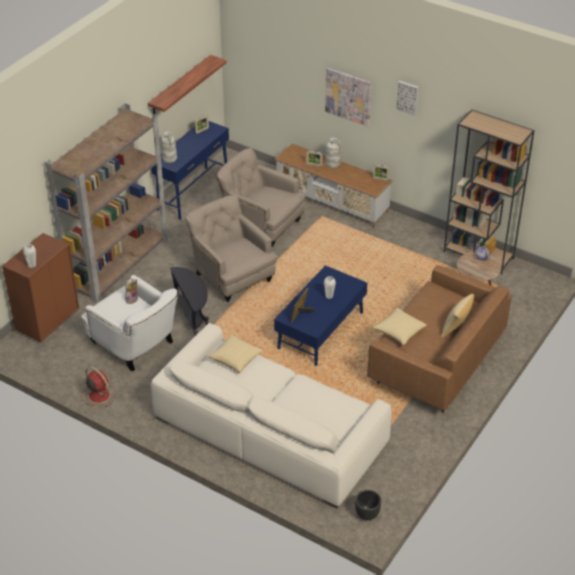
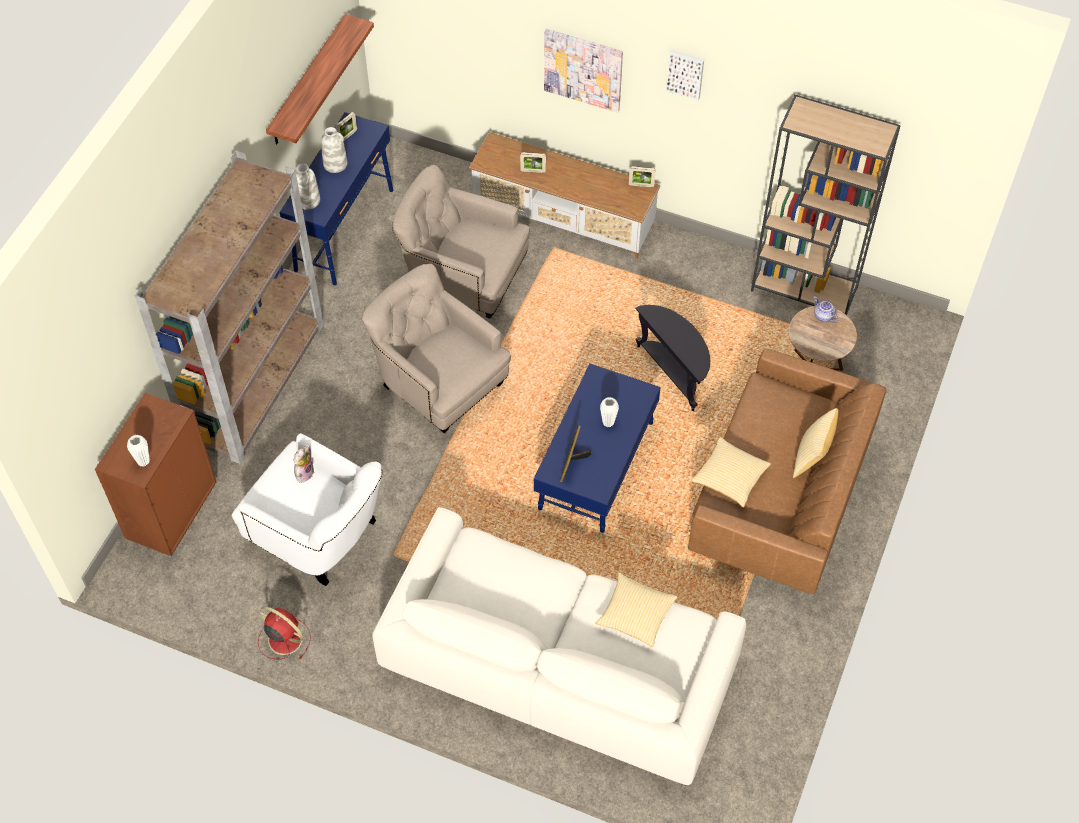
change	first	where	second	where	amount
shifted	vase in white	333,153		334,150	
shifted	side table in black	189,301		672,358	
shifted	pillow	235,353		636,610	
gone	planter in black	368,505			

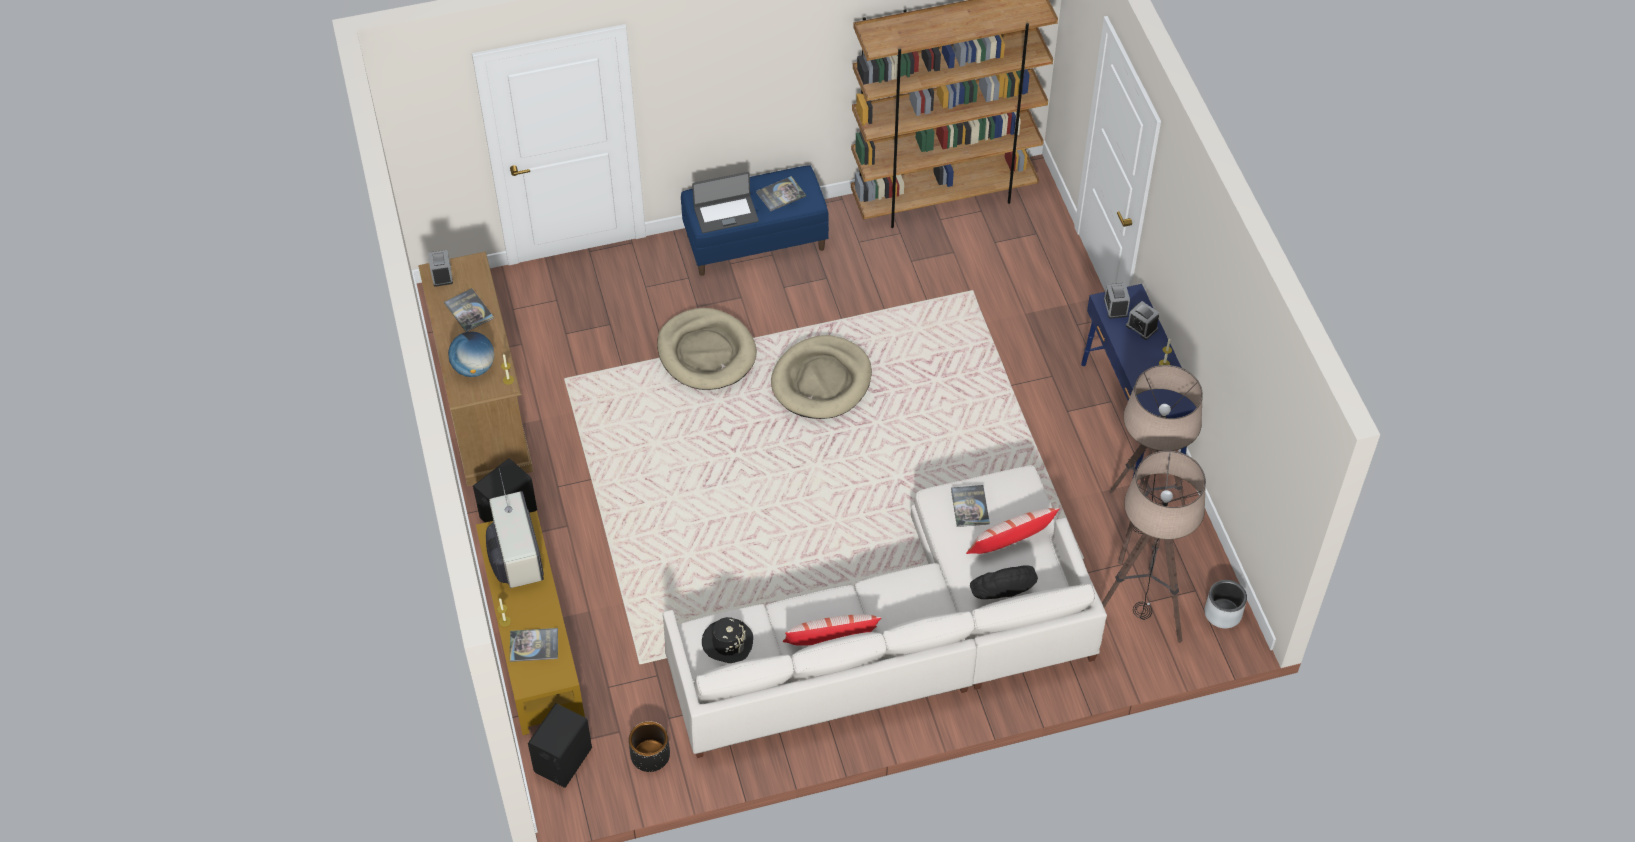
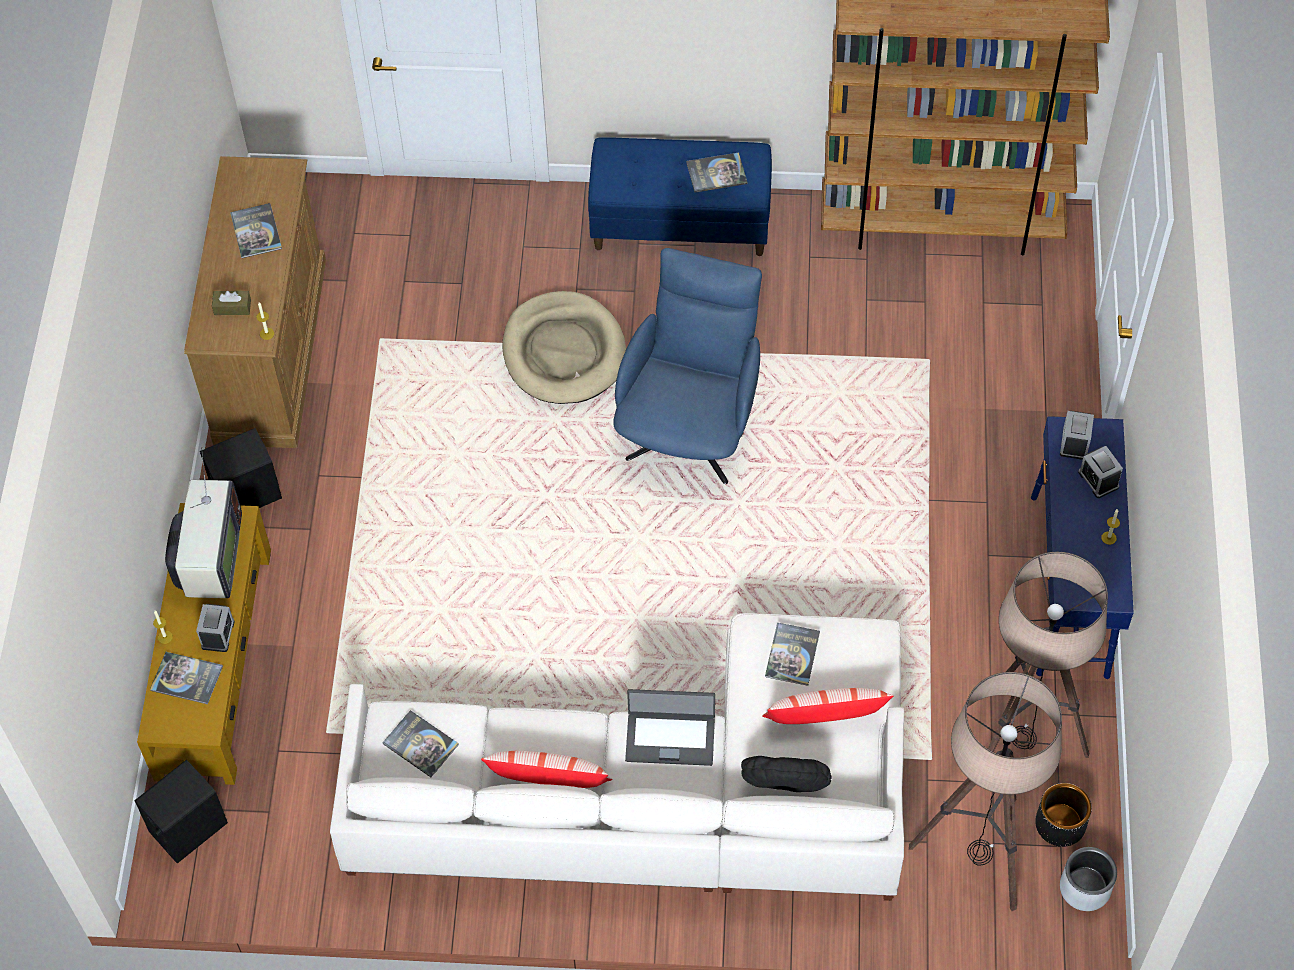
change	first	where	second	where	amount
shifted	laptop	725,202		670,727	
shifted	alarm clock	440,268		215,628	
swapped	globe	471,354	tissue box in brown	231,303	
swapped	dog bed in beige	821,377	armchair in blue	687,366	
swapped	hat in black	727,640	book	421,743	
shifted	planter in black	649,746		1063,815	

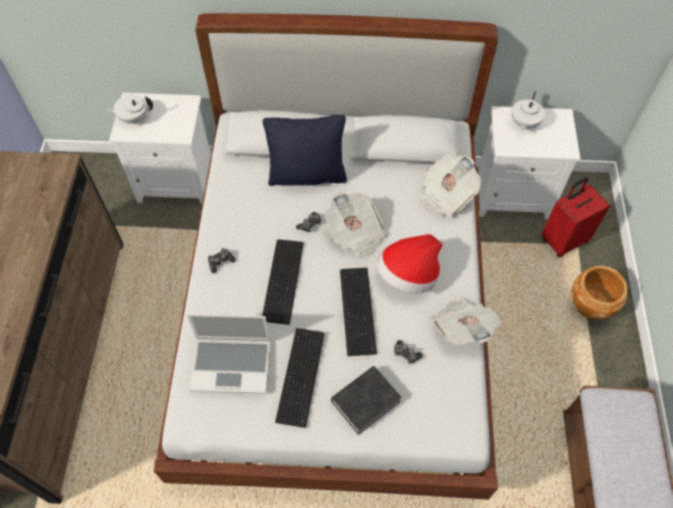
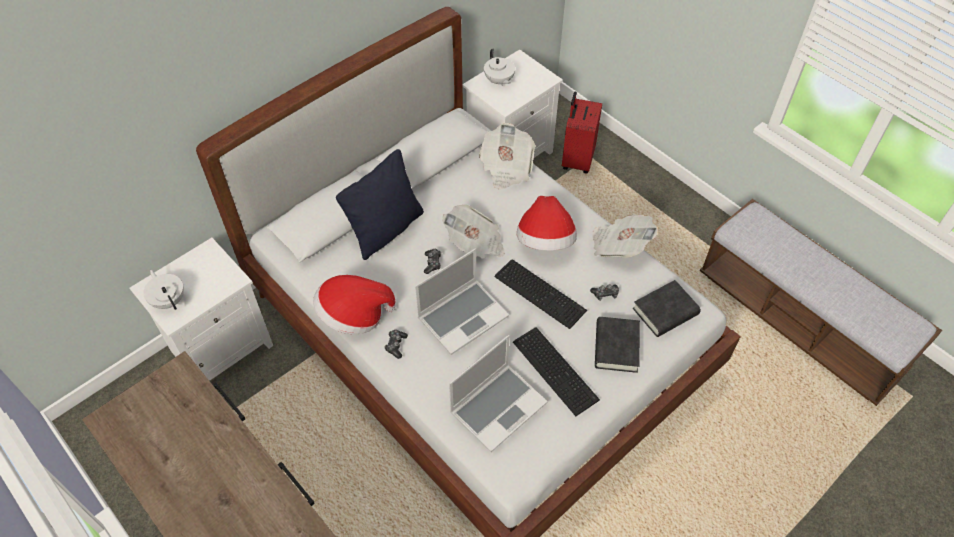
change	first	where	second	where	amount
rotated	teapot in white	128,109		163,290	105 degrees clockwise
swapped	keyboard	283,282	laptop	462,301	
gone	planter in brown	599,293			
new			hat	354,304	
new			book in black	667,308	

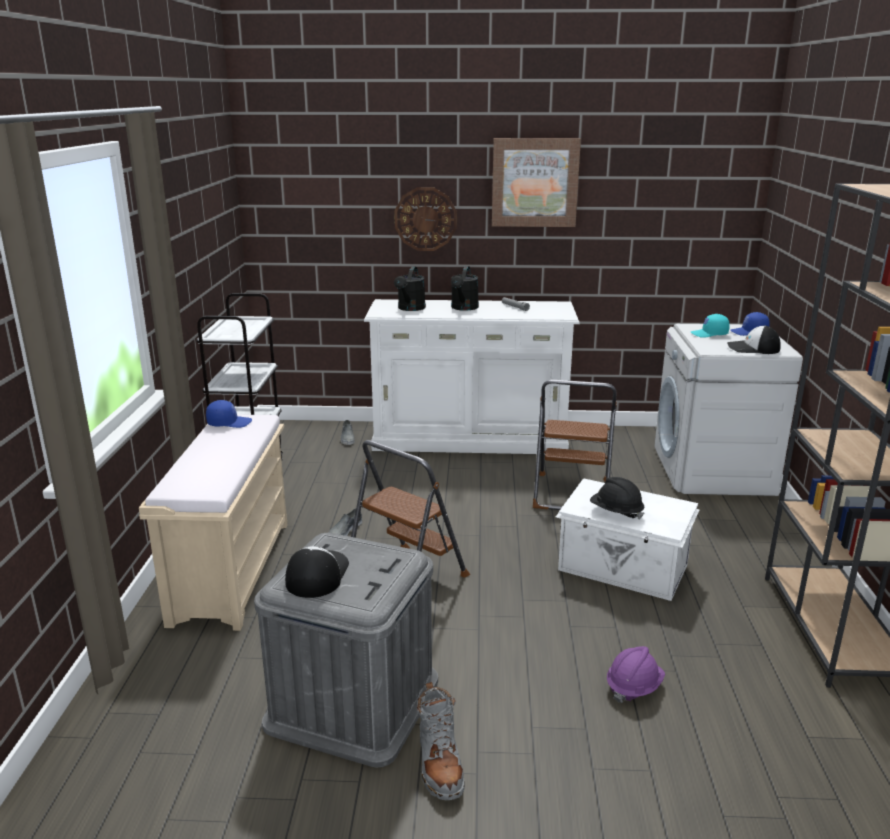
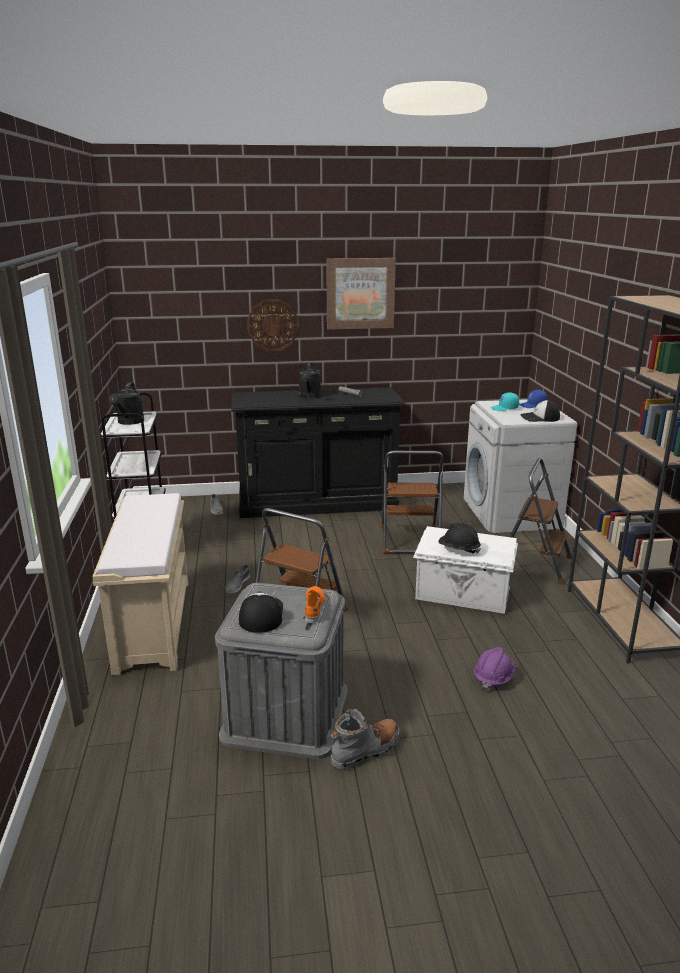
change	first	where	second	where	amount
shifted	watering can in black	410,289		126,404	
repainted	cabinet in white	472,376	cabinet in black	318,452	
gone	cap in blue	229,414			
rotated	boot in grey	441,741		365,739	105 degrees counterclockwise
new			step ladder in brown	541,521	
new			shoe in orange	315,604	

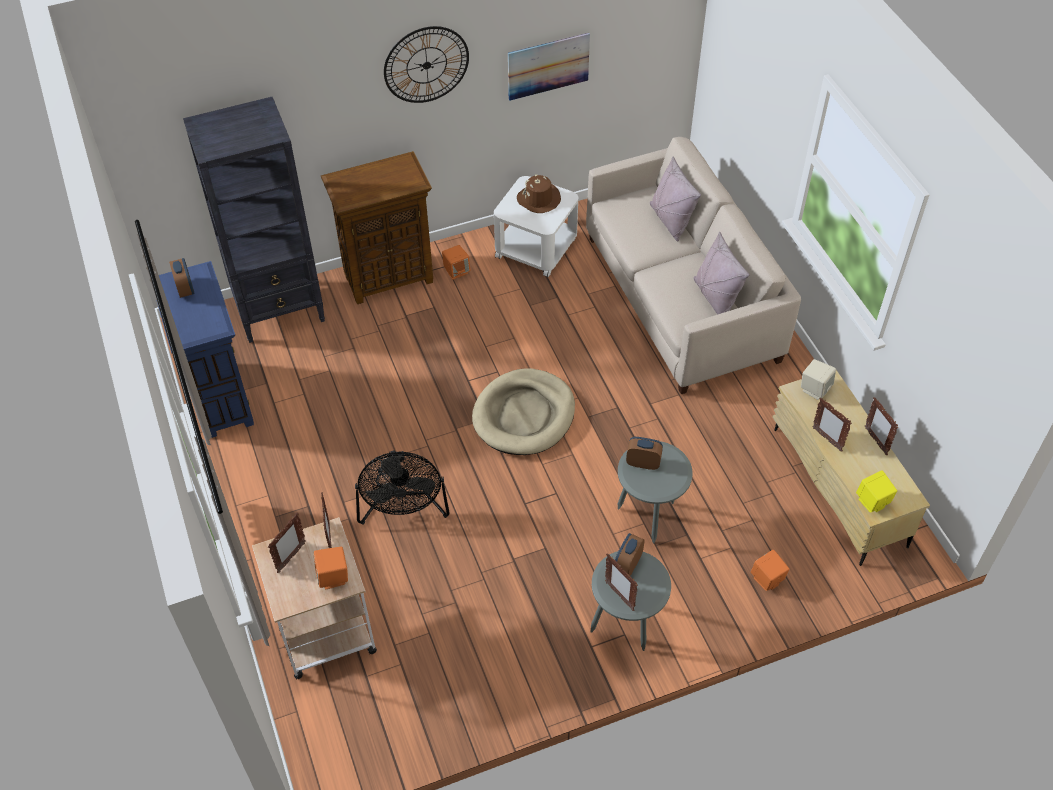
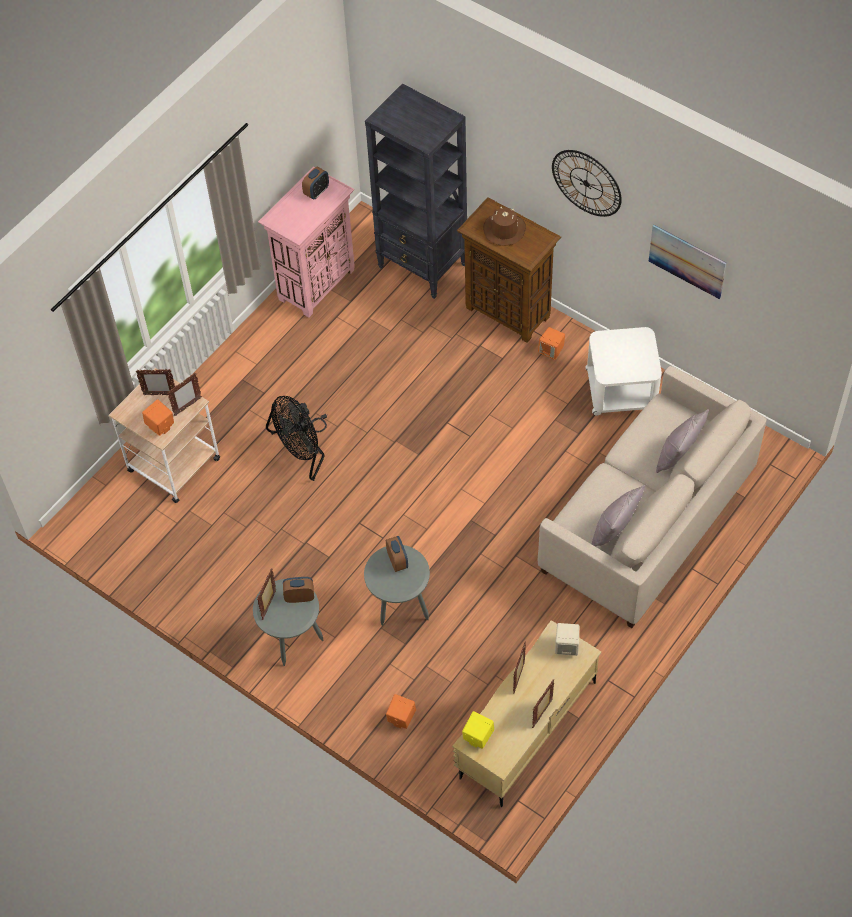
change	first	where	second	where	amount
shifted	hat in brown	539,193		504,226	
repainted	cabinet in blue	205,349	cabinet in pink	306,242	
gone	dog bed in beige	523,411			

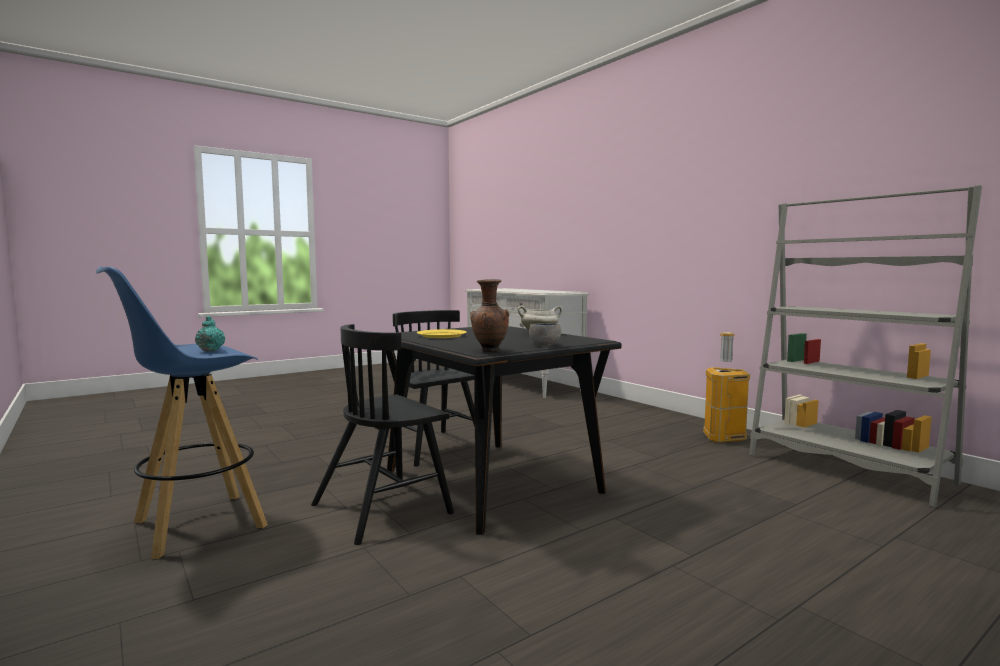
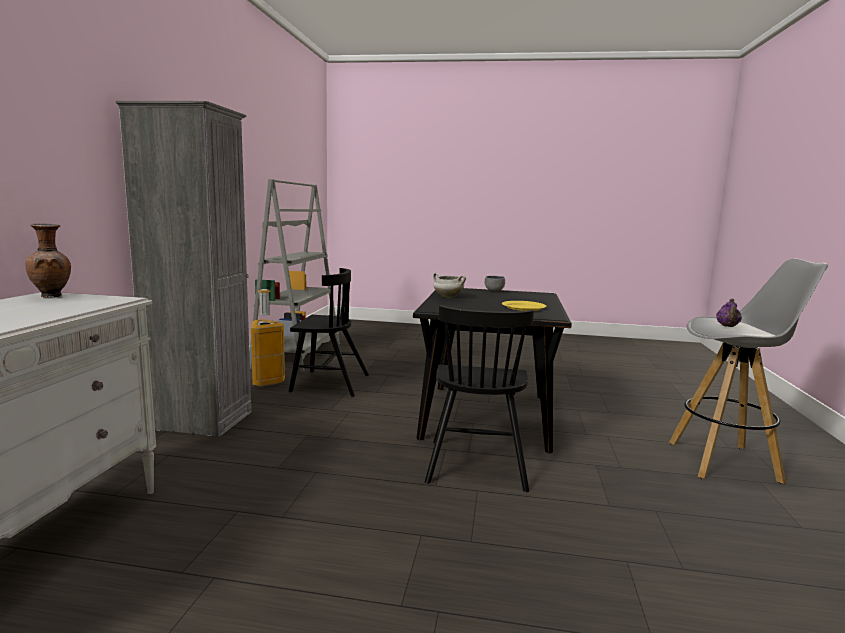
change	first	where	second	where	amount
repainted	stool in blue	182,412	stool in grey	748,371	
shifted	vase in brown	489,315		48,261	
repainted	teapot in turquoise	210,333	teapot in purple	729,313	
shifted	chair in black	382,434		329,332	
new			cabinet in grey	184,268	

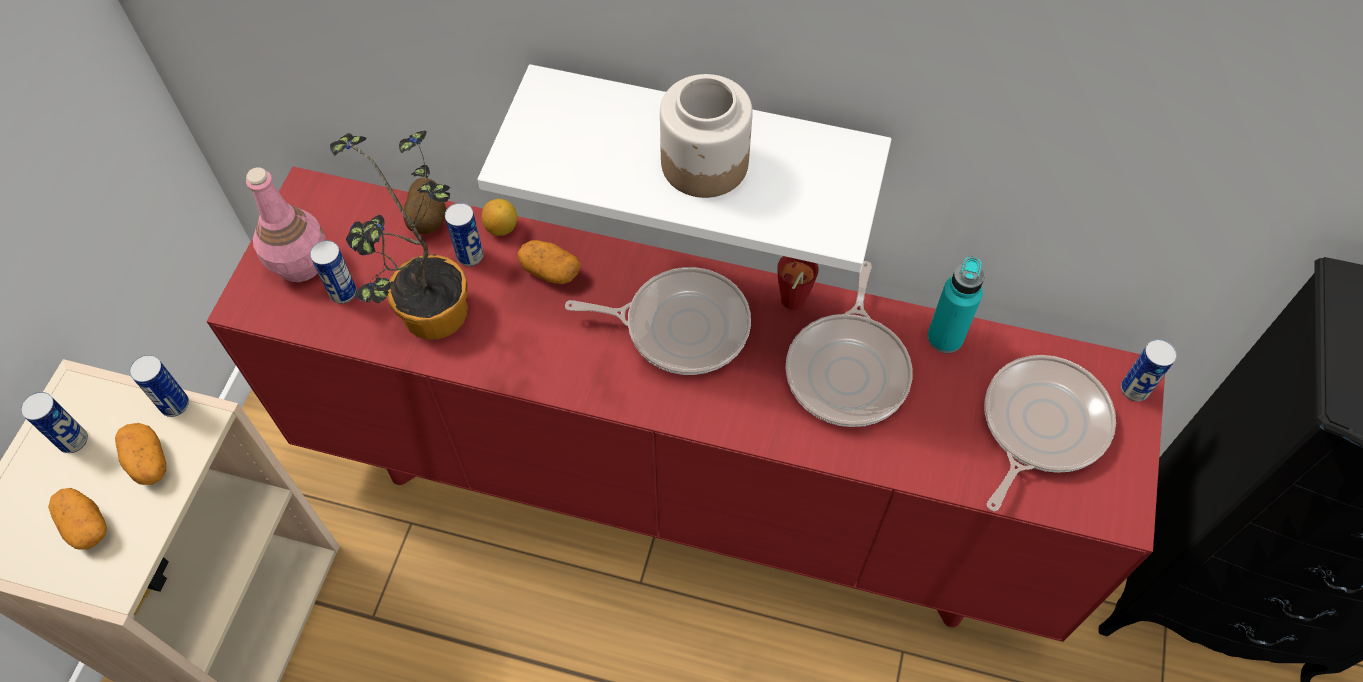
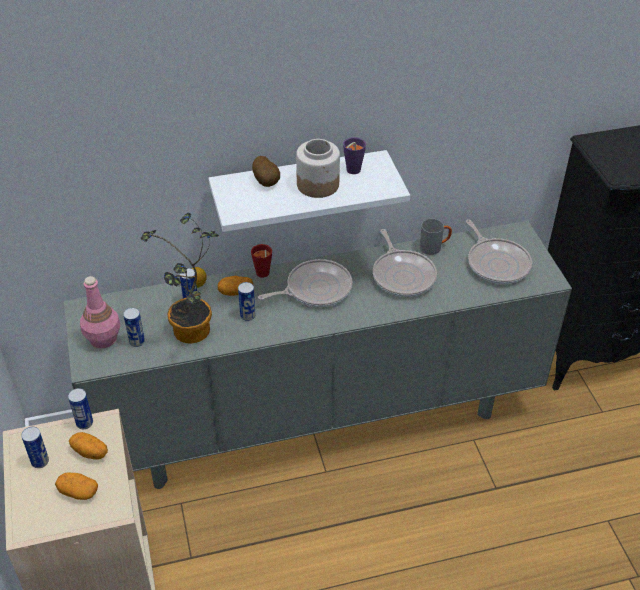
change	first	where	second	where	amount
repainted	cabinet in red	685,404	cabinet in grey	318,355	
shifted	potato	424,206		266,171	
shifted	cup in red	797,283		261,261	
swapped	bottle in turquoise	955,305	mug in grey	436,237	
shifted	can	1149,370		246,301	
rotated	frying pan	1050,433		499,251	150 degrees clockwise
new			cup in purple	354,155	

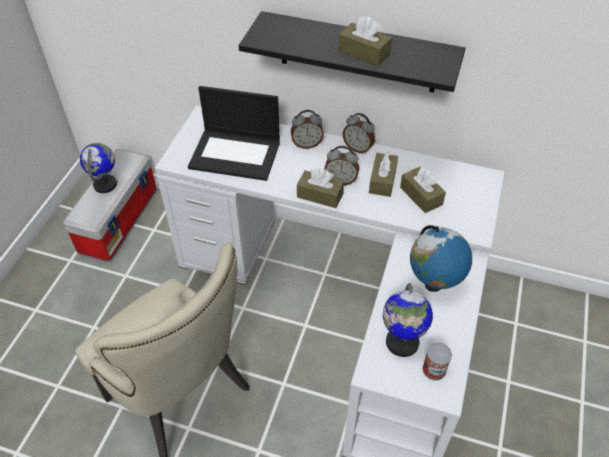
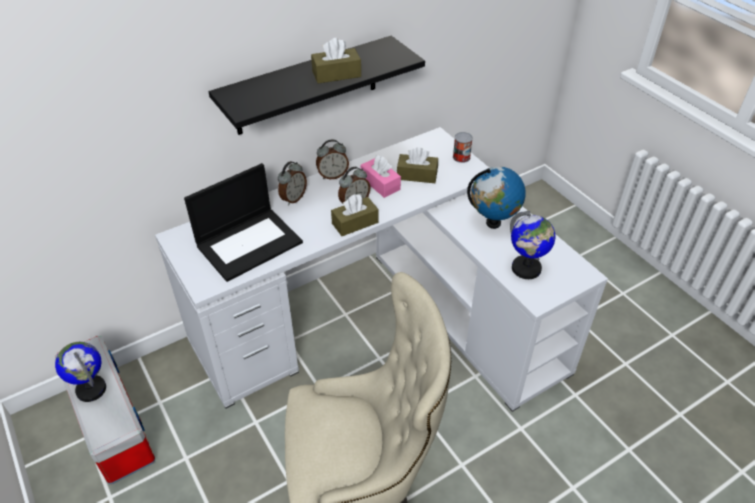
change	first	where	second	where	amount
repainted	tissue box in brown	383,174	tissue box in pink	381,176	
shifted	can	437,362		463,147	

